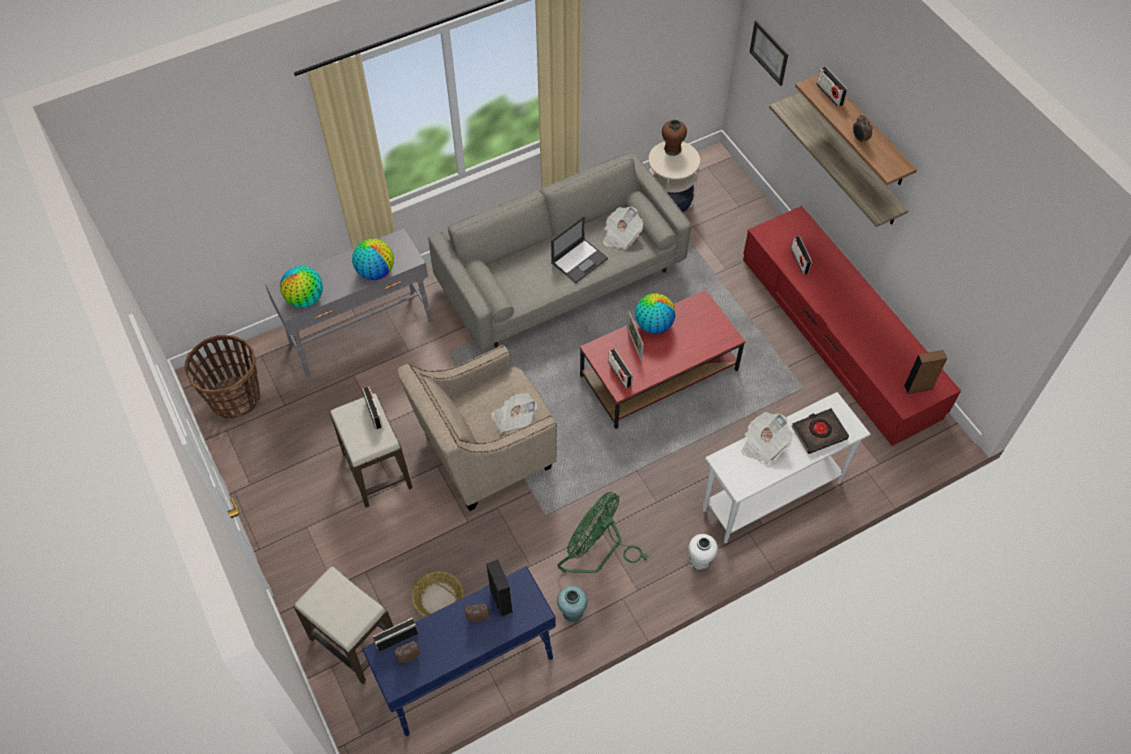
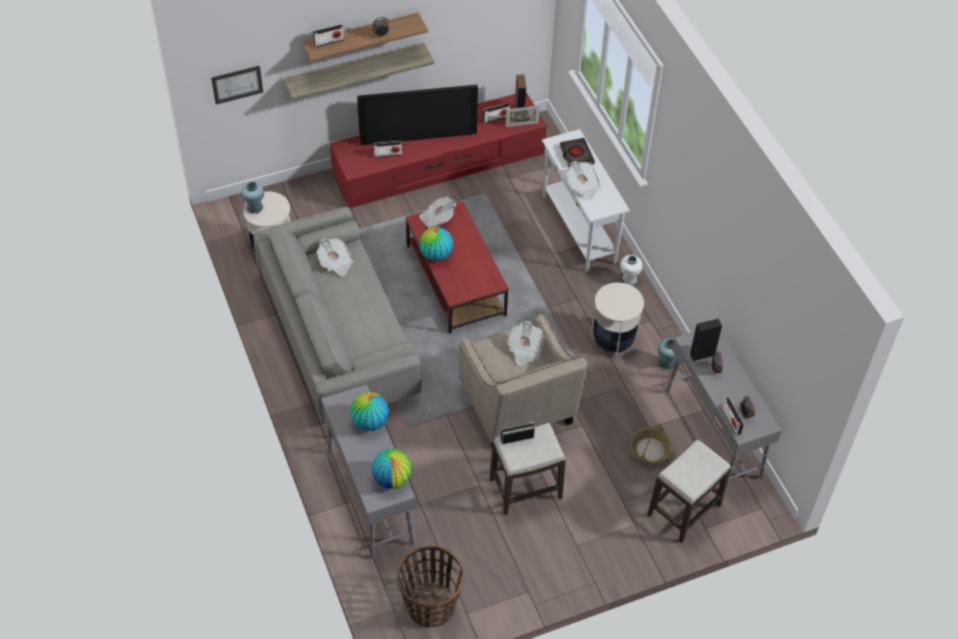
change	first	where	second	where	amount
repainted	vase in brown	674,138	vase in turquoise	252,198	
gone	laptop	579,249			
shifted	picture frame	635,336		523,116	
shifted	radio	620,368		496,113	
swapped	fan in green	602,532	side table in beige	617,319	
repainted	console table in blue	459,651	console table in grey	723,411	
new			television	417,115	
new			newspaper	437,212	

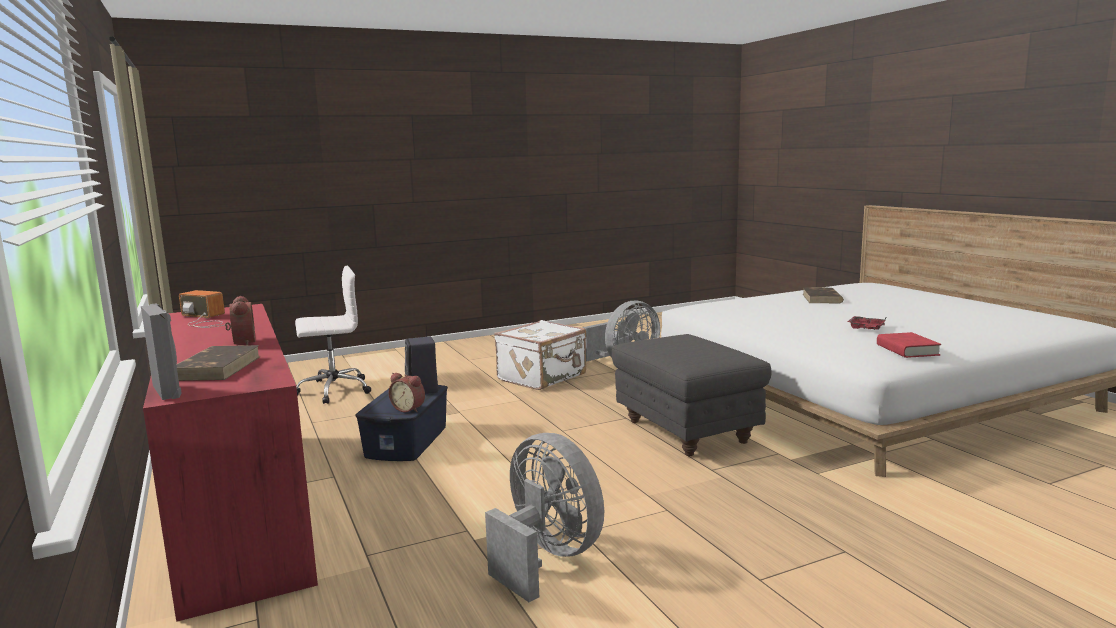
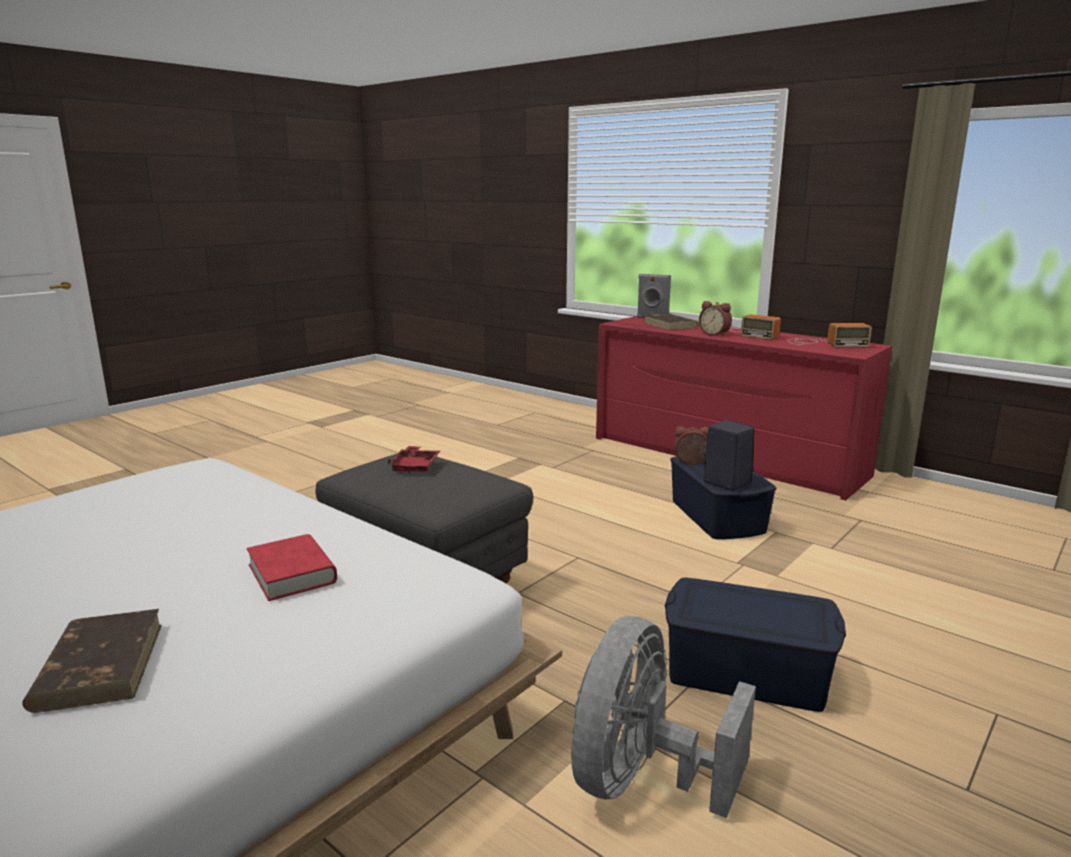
change	first	where	second	where	amount
gone	office chair in white	333,334			
shifted	tray in red	866,323		413,459	
swapped	suitcase in white	540,355	storage box in blue	755,645	
shifted	book in red	909,345		292,567	
gone	fan in grey	544,517			
new			radio	755,326	

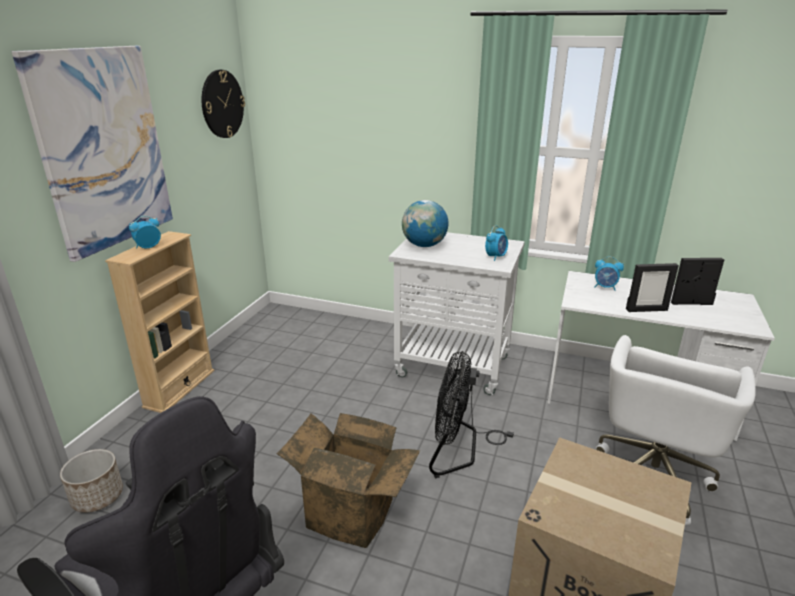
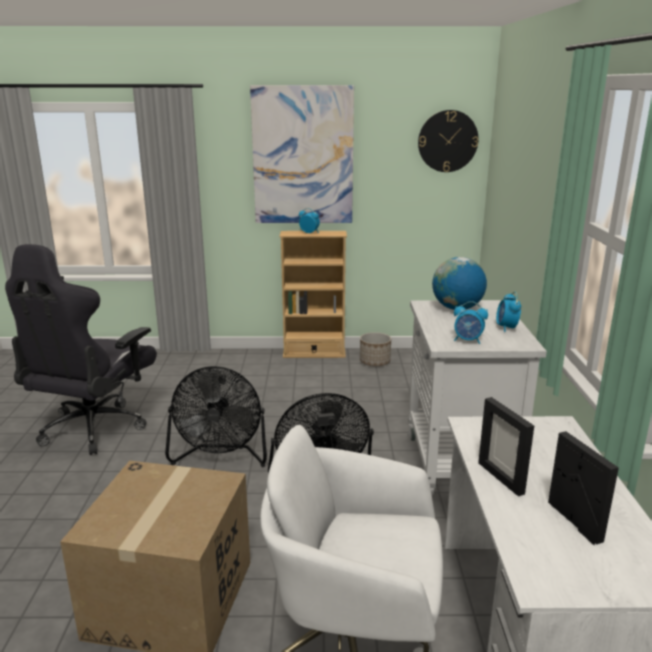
change	first	where	second	where	amount
shifted	alarm clock	609,274		508,312	
swapped	cardboard box	348,480	fan in black	216,416	
shifted	planter	91,481		375,349	

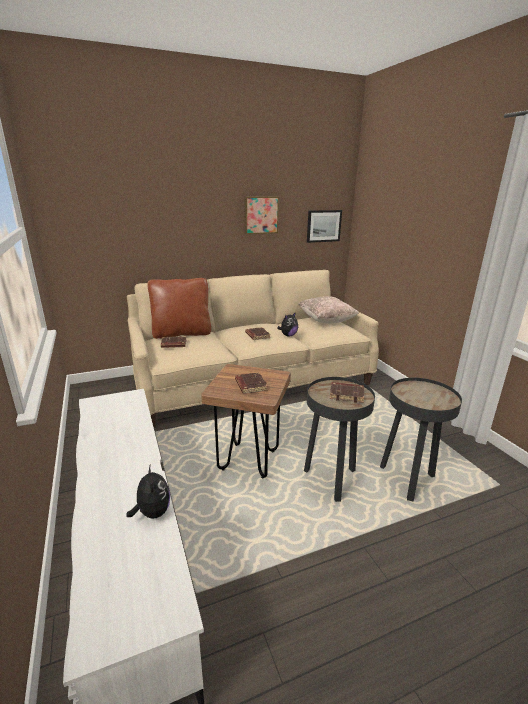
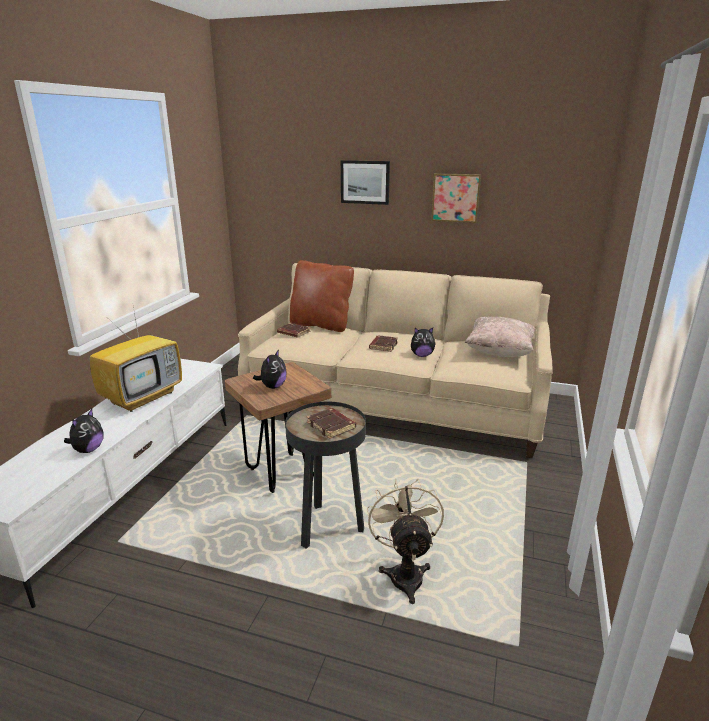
change	first	where	second	where	amount
shifted	picture	324,226		365,182	
swapped	book in brown	251,383	plush toy	270,369	
swapped	side table in black	421,440	fan in beige	405,541	
new			television	136,356	

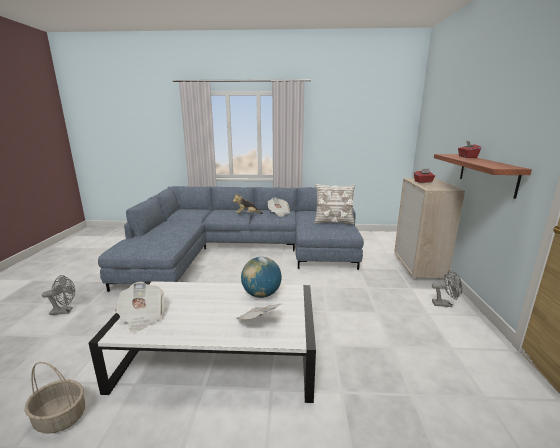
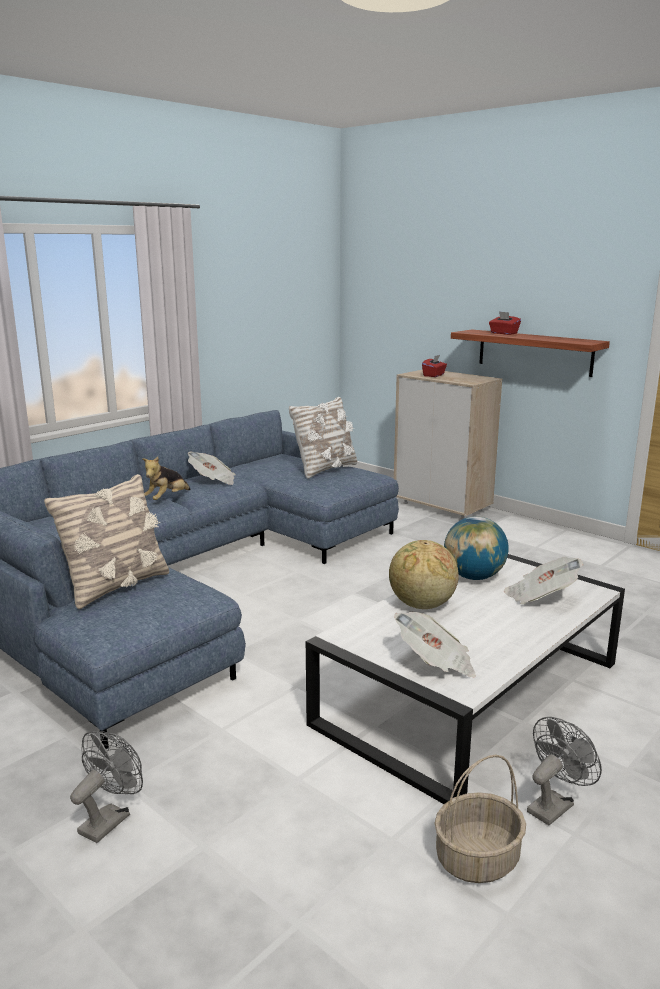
change	first	where	second	where	amount
shifted	fan in grey	447,288		564,771	
new			pillow in beige	106,541	
new			globe	424,574	

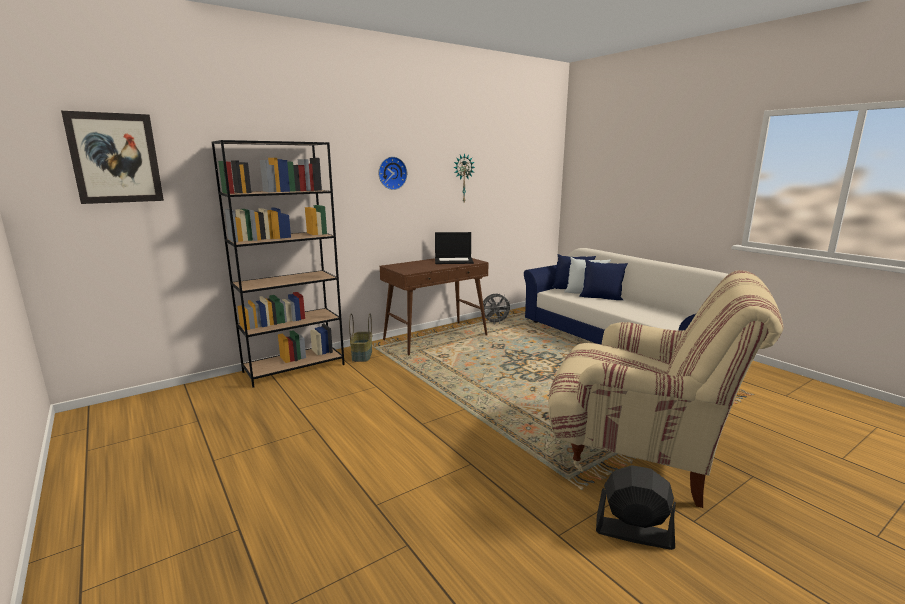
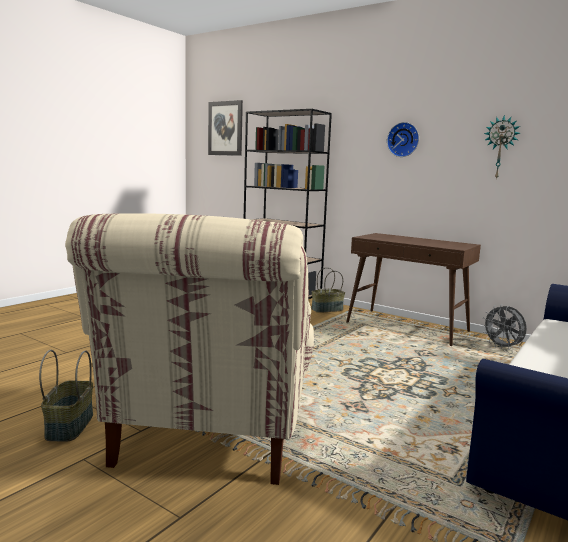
change	first	where	second	where	amount
gone	laptop	454,248			
swapped	fan in black	636,507	basket	66,396	

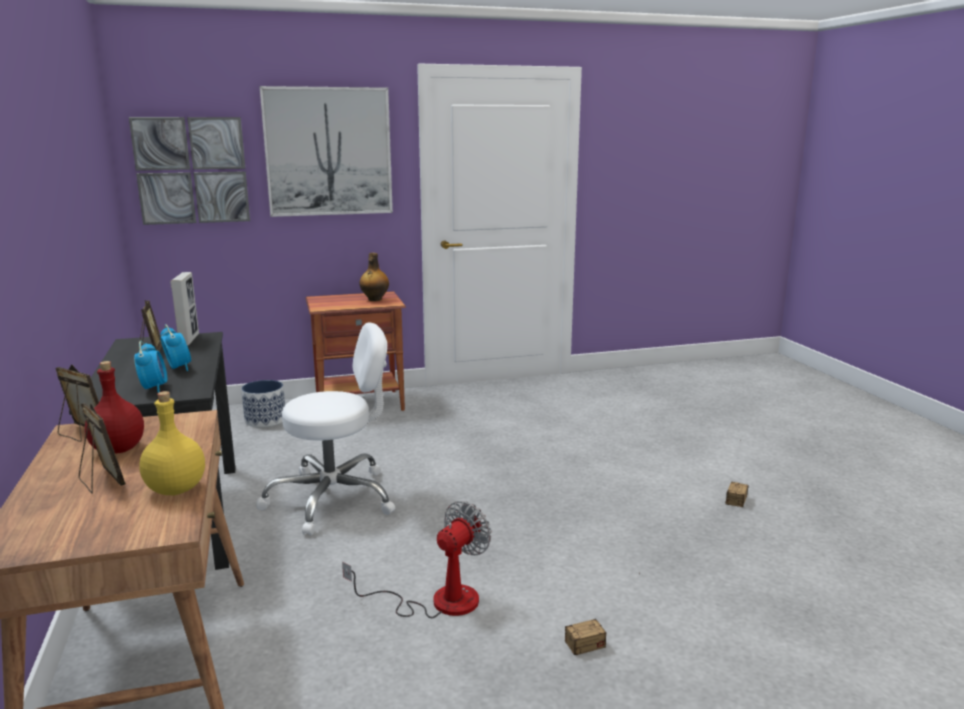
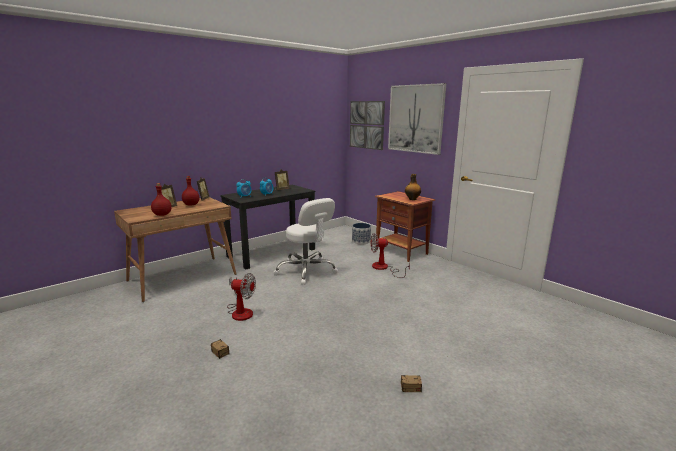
change	first	where	second	where	amount
gone	picture frame	184,309			
repainted	bottle in yellow	172,443	bottle in red	161,199	
new			fan	390,255	

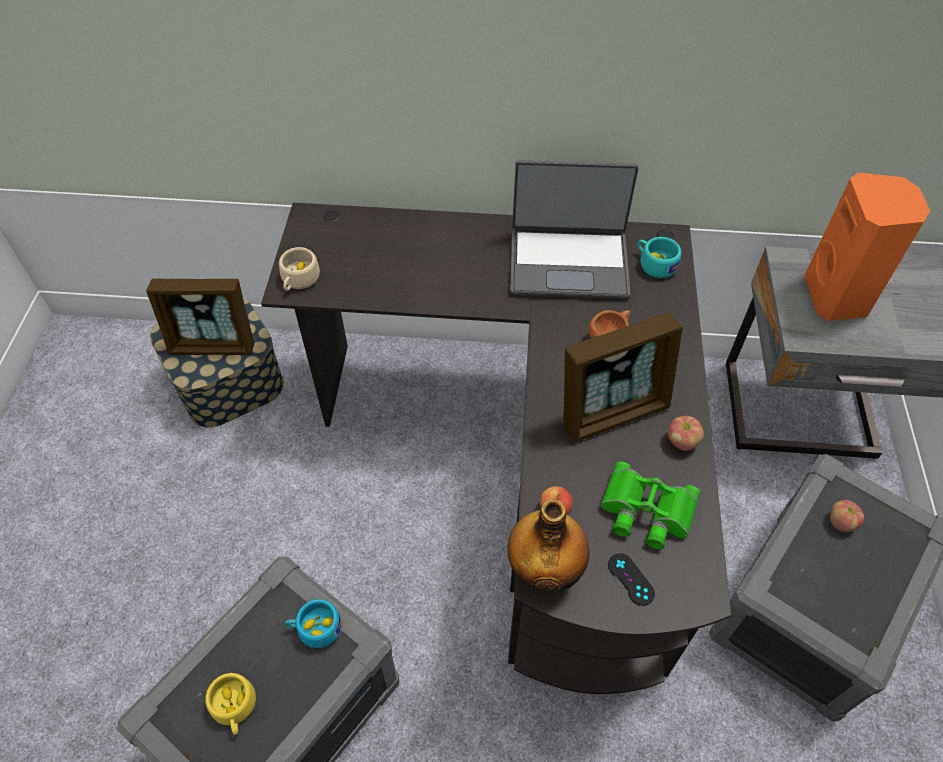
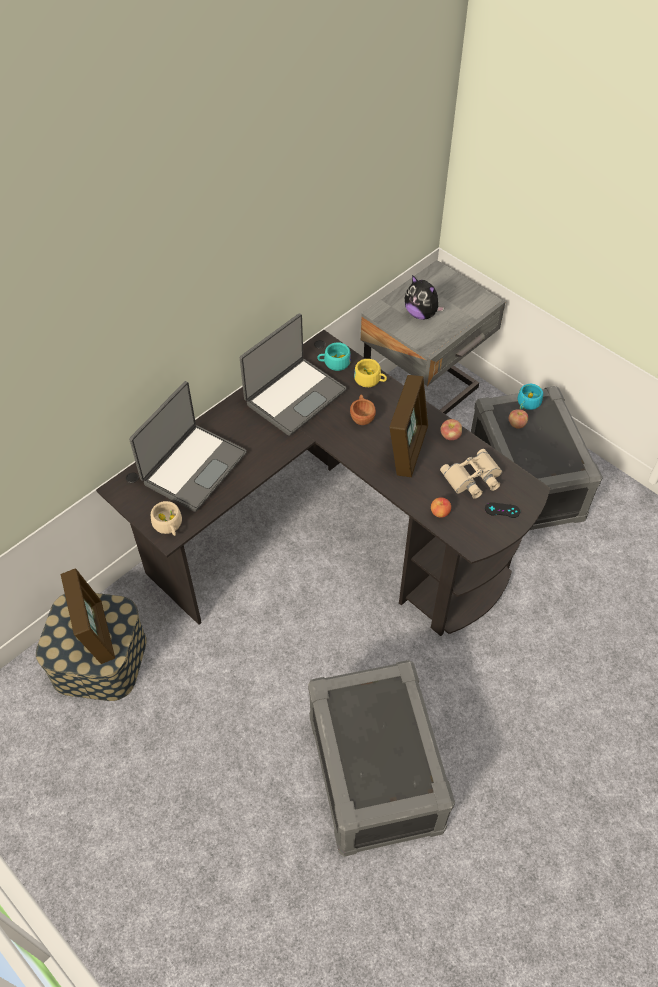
change	first	where	second	where	amount
swapped	speaker in orange	867,247	plush toy	425,297	
rotated	picture frame	200,316		88,616	60 degrees counterclockwise
repainted	binoculars in green	650,505	binoculars in beige	471,474	
gone	bottle	548,546			
shifted	cup in turquoise	313,623		530,397	
shifted	cup in yellow	230,704		370,373	
new			laptop	188,446	

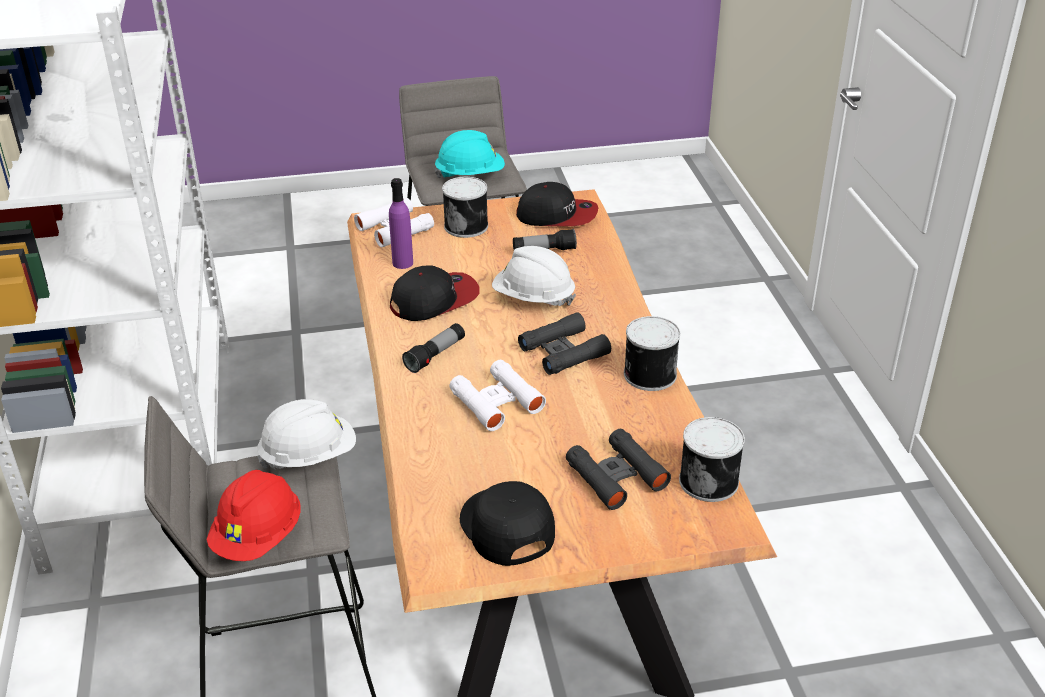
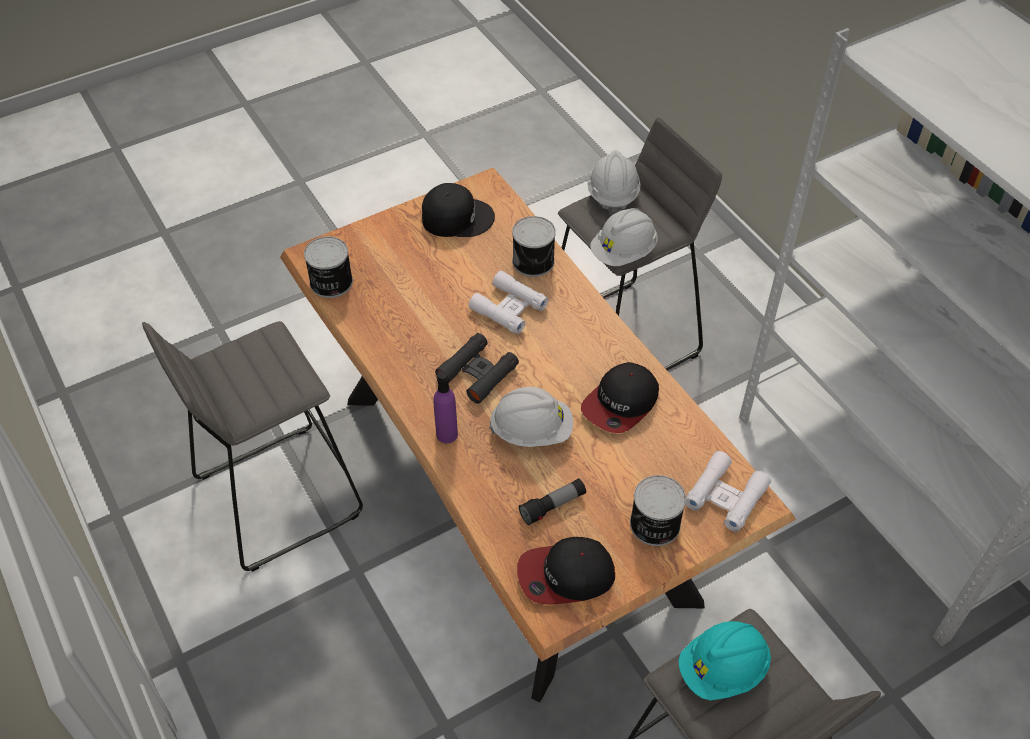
change	first	where	second	where	amount
shifted	bottle in purple	401,223		445,407	
shifted	can	652,353		534,246	
gone	flashlight	433,348			
gone	binoculars in black	618,469			
repainted	hard hat in red	254,515	hard hat in white	614,182	
rotated	cap in black	507,523		458,210	45 degrees counterclockwise
new			stool in grey	252,446	

